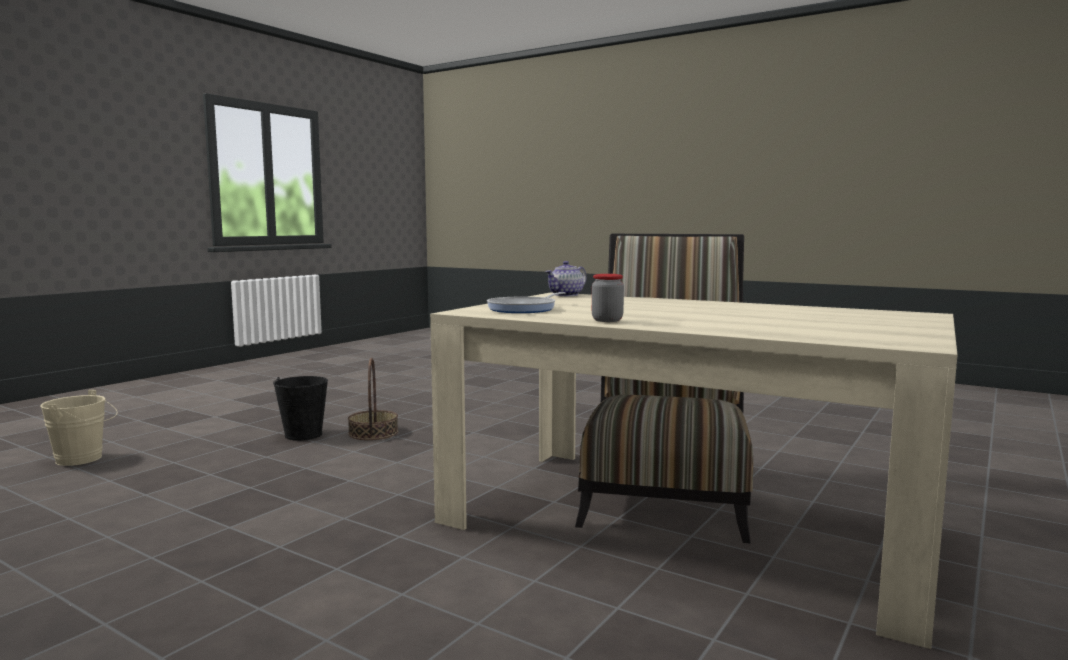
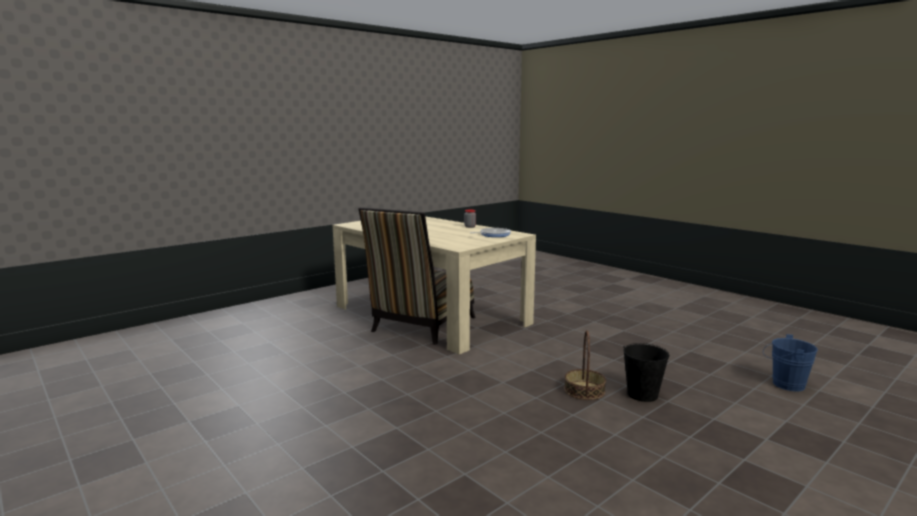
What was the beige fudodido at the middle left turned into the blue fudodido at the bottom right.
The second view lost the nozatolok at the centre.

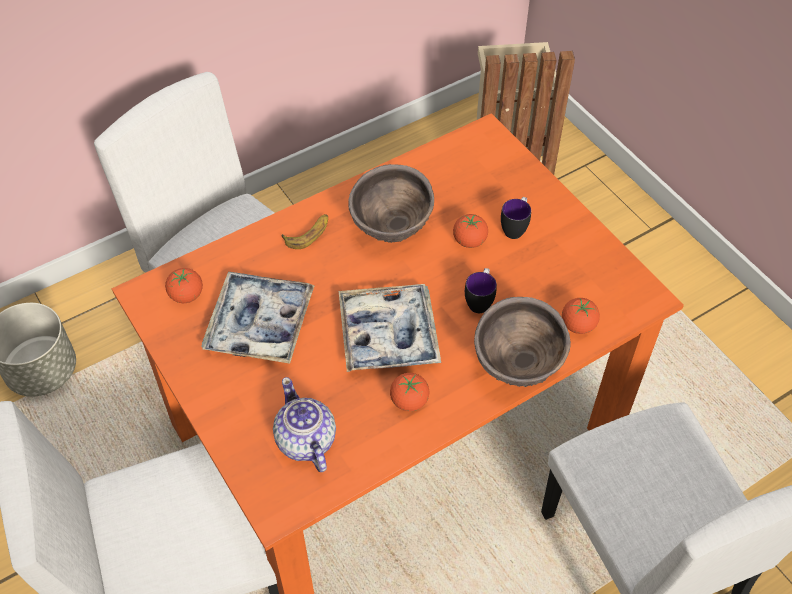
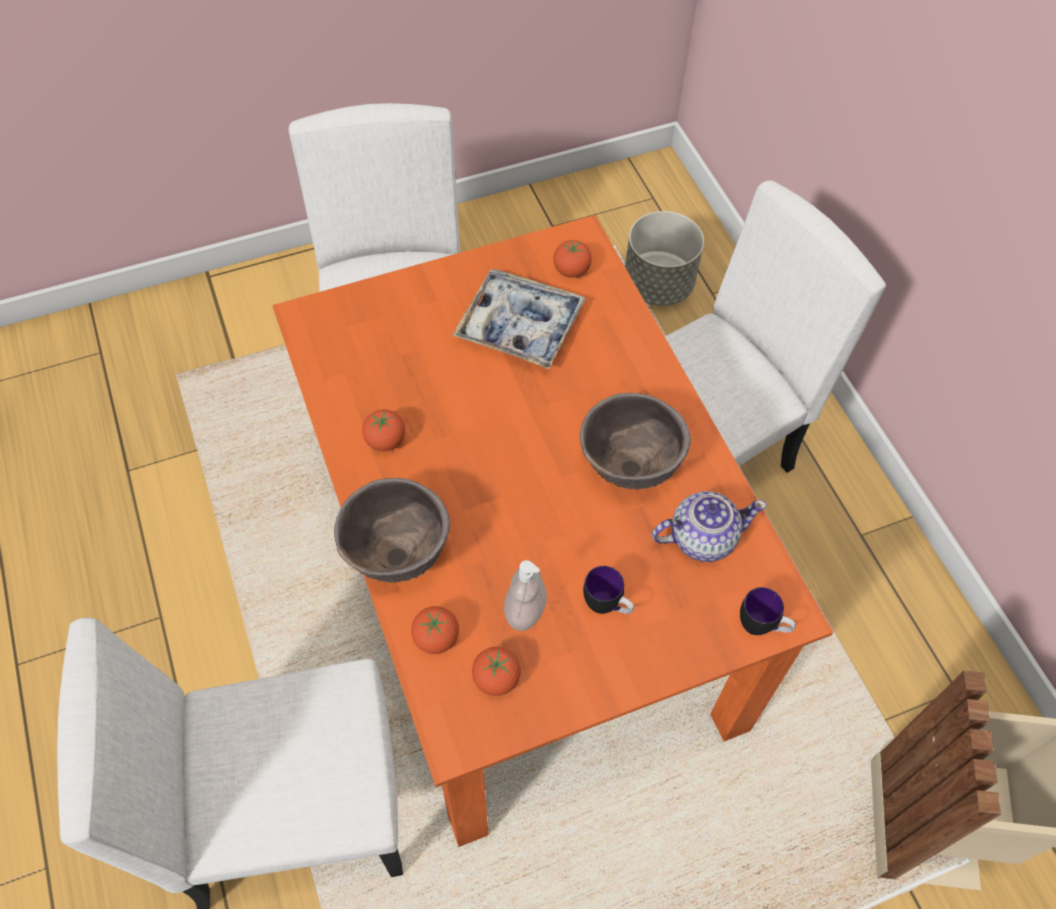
The nozatolok ended up elsewhere, having gone from the bottom centre to the middle right.
The second view lost the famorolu at the centre.
The second view lost the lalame (2nd from left) at the centre.
The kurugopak (3rd from left) ended up elsewhere, having gone from the centre to the bottom centre.
The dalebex (1st from left in the first image) ended up elsewhere, having gone from the centre to the bottom right.
The second view gained the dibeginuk at the centre.

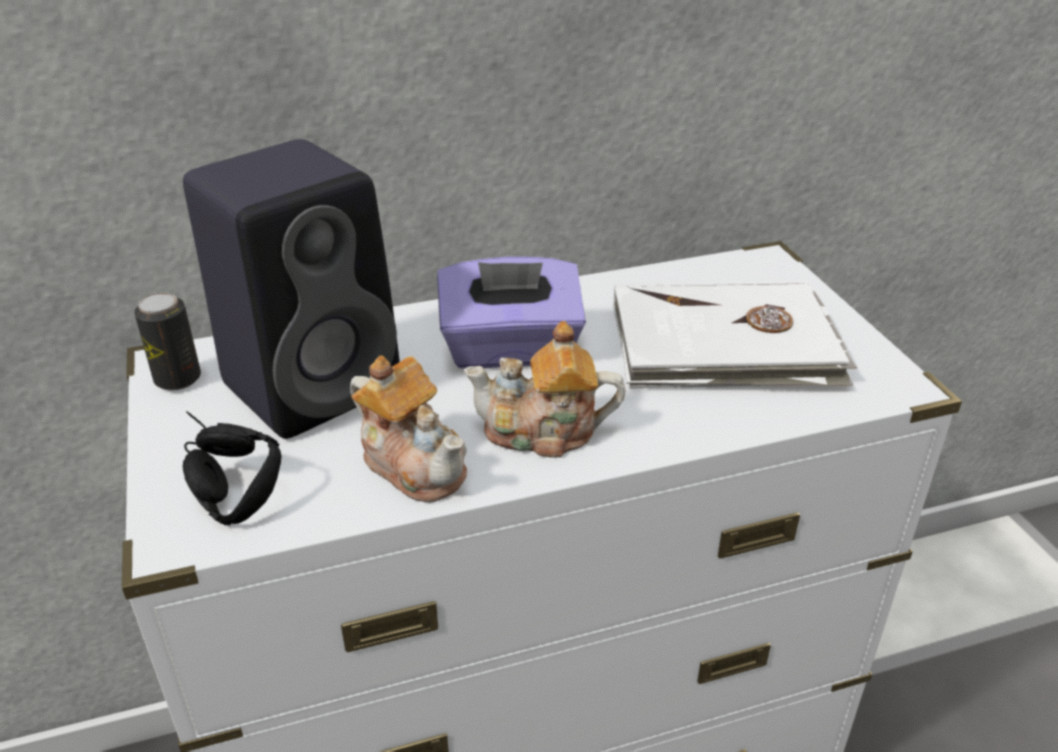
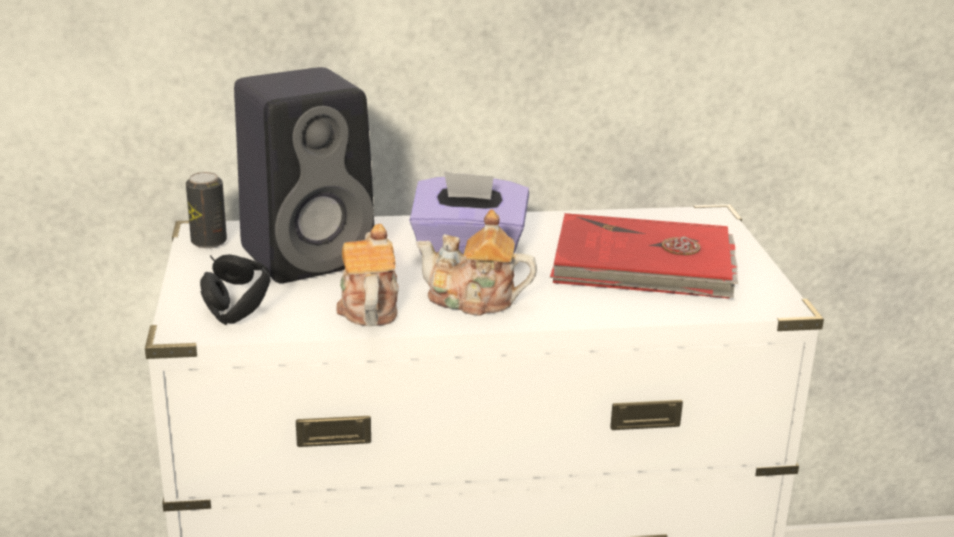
The nozatolok (1st from left) at the centre ended up facing another way, 150 degrees counterclockwise from before.
What was the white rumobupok at the middle right turned into the red rumobupok at the middle right.

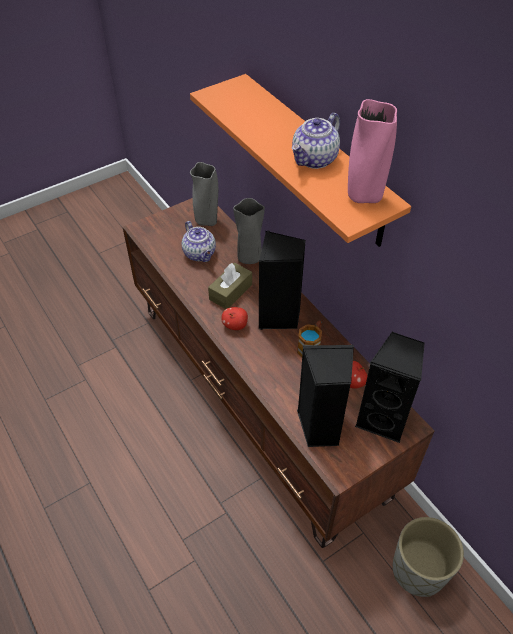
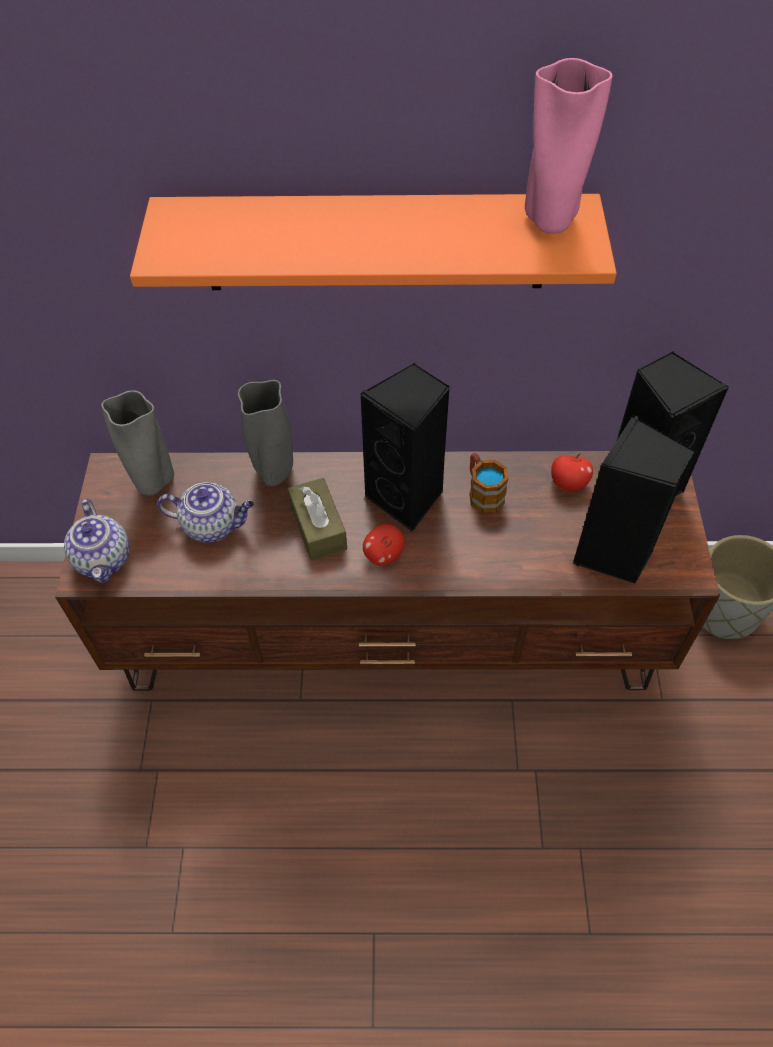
The nozatolok (2nd from left in the first image) ended up elsewhere, having gone from the top centre to the middle left.

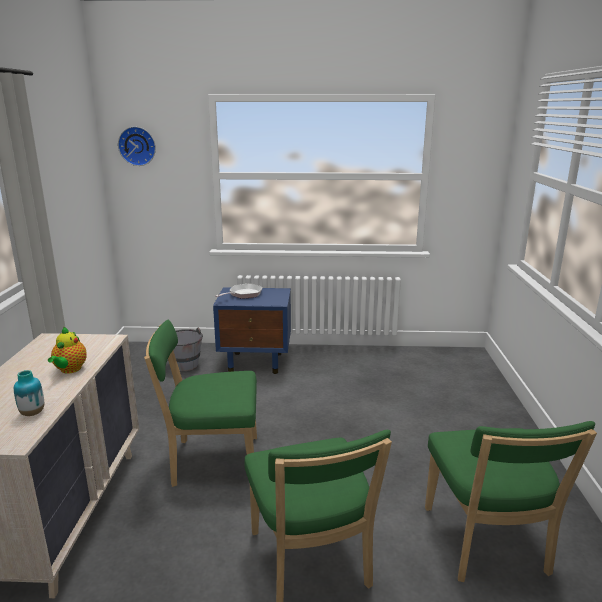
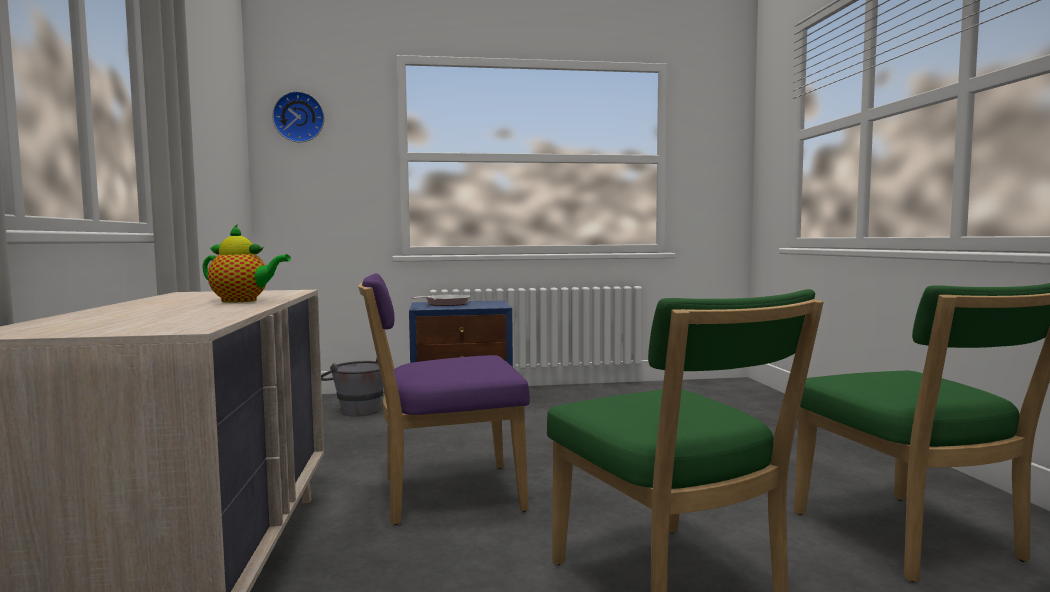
The second view lost the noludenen at the middle left.
The nozatolok at the middle left ended up facing another way, 75 degrees counterclockwise from before.
What was the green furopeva (1st from left) at the bottom left turned into the purple furopeva at the bottom centre.

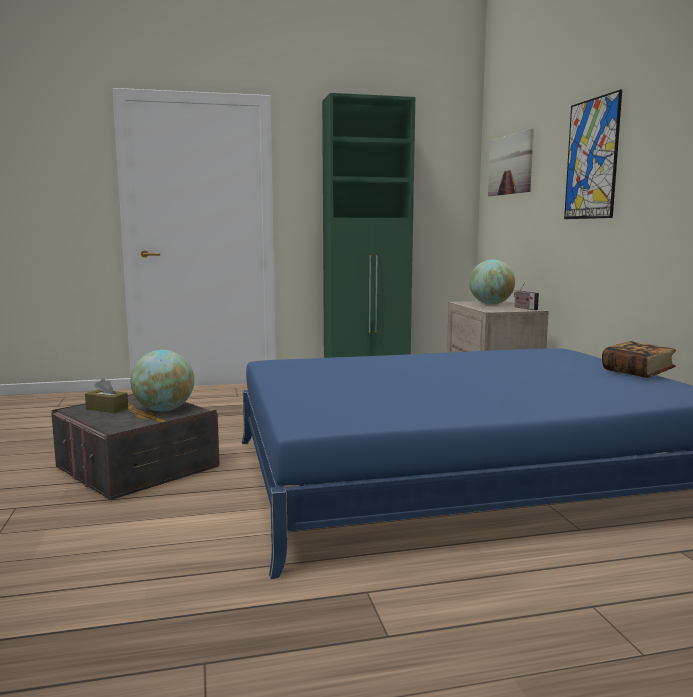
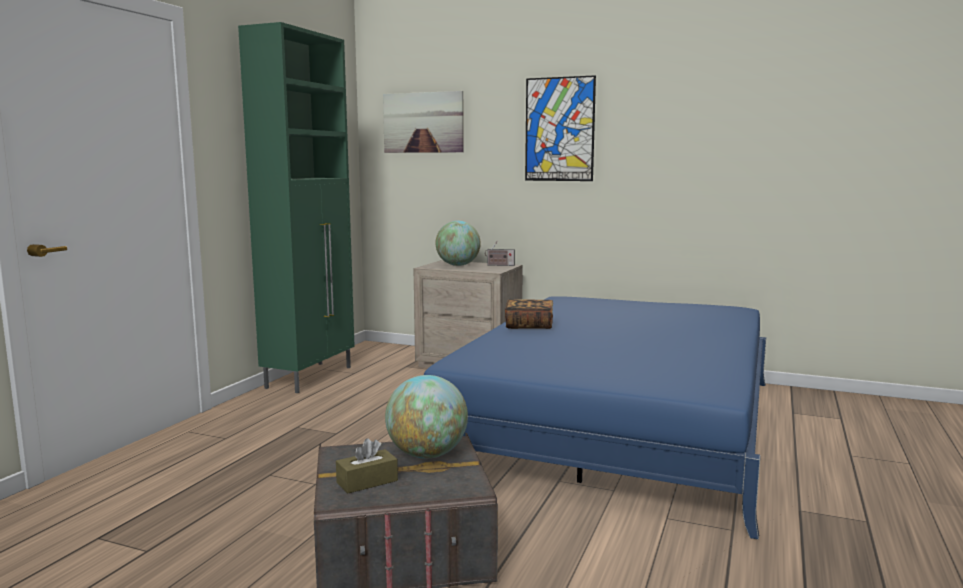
The rumobupok ended up elsewhere, having gone from the middle right to the centre.

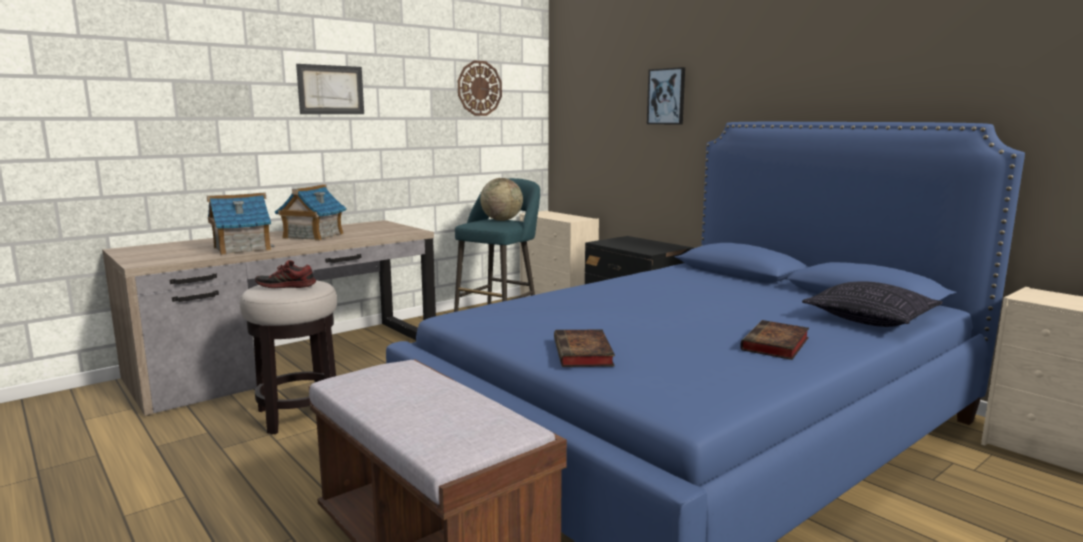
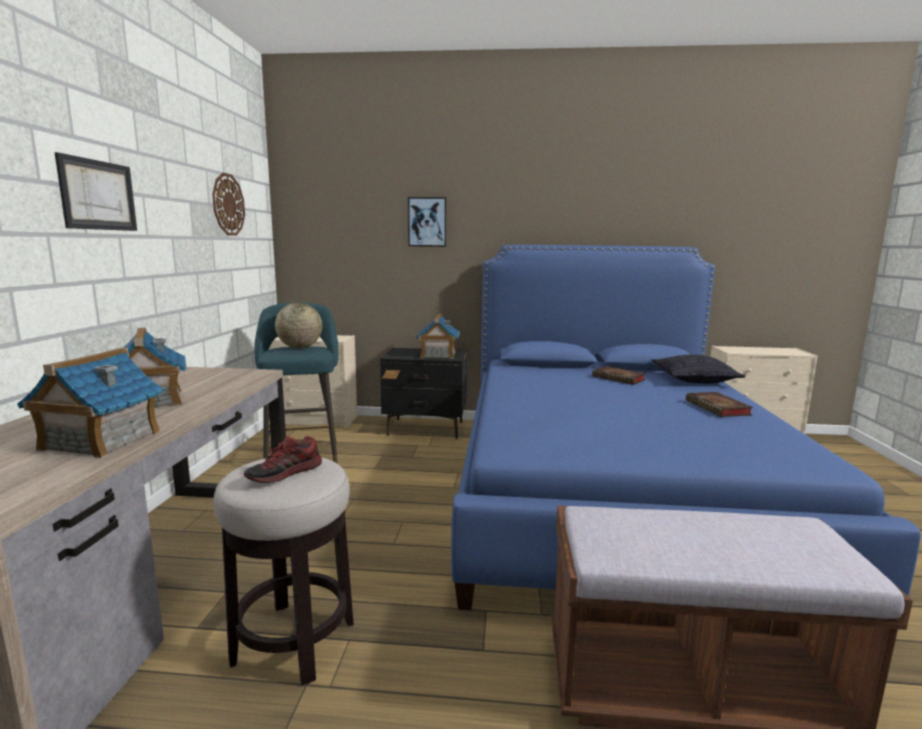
The rumobupok (1st from left) ended up elsewhere, having gone from the centre to the middle right.
The second view gained the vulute (3rd from left) at the centre.

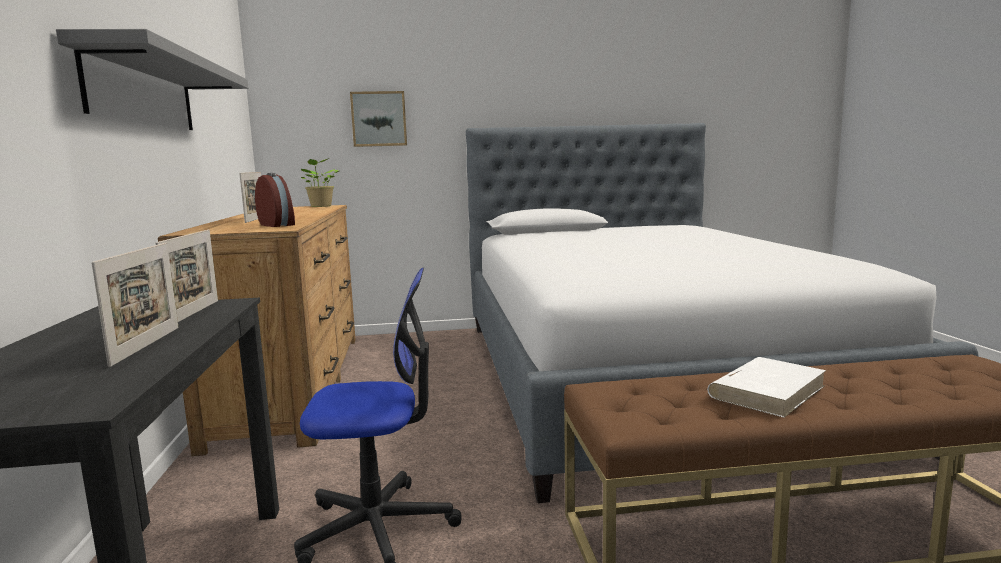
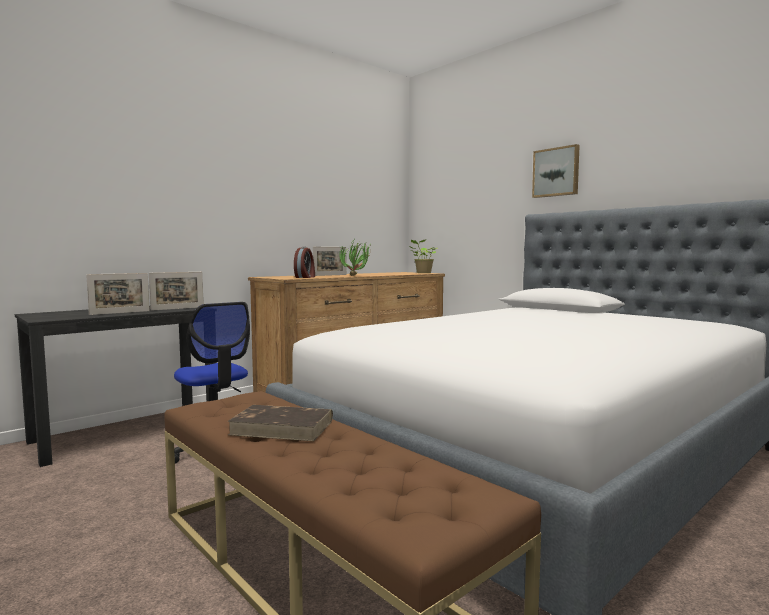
The second view lost the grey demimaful at the top left.
The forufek ended up elsewhere, having gone from the top centre to the top right.
What was the white rumobupok at the bottom right turned into the brown rumobupok at the bottom centre.
The second view gained the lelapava (1st from left) at the centre.

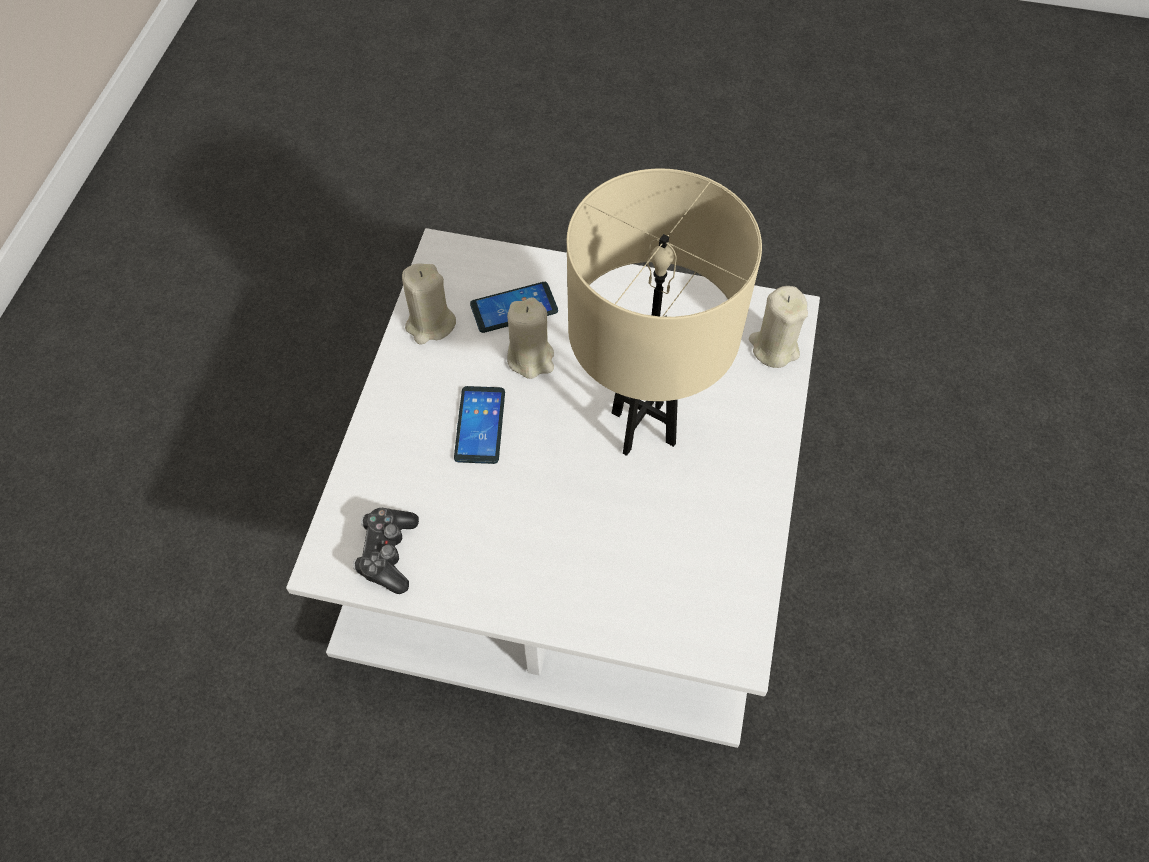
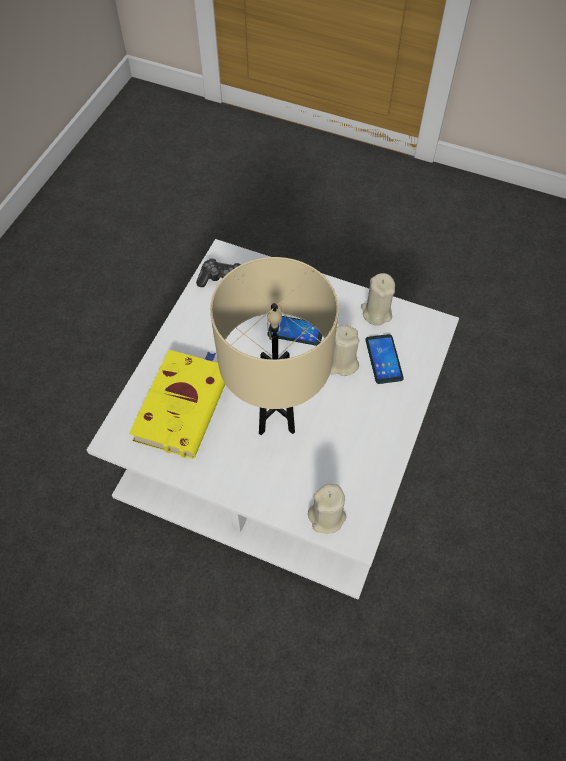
The second view gained the yellow rumobupok at the middle left.

